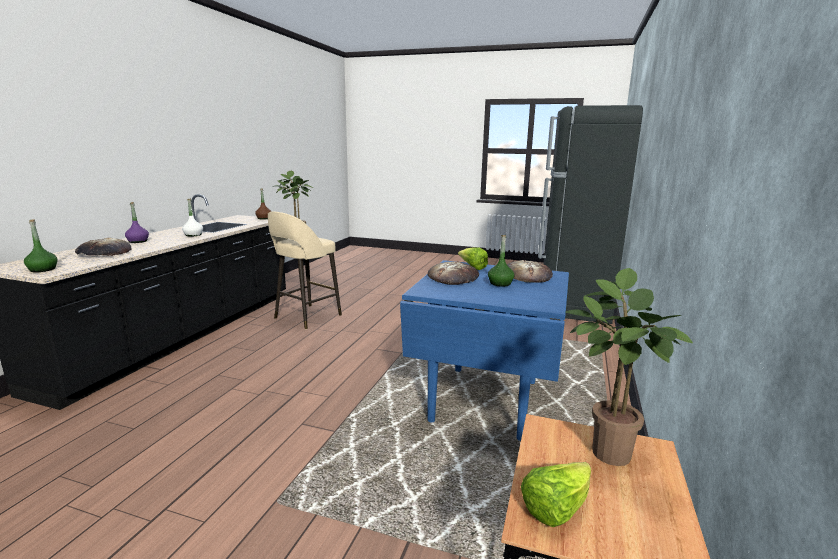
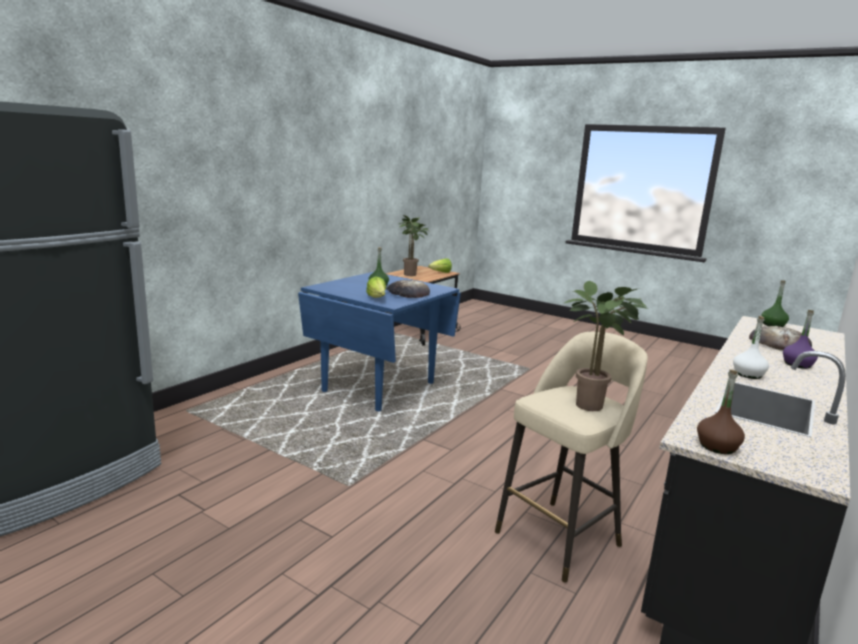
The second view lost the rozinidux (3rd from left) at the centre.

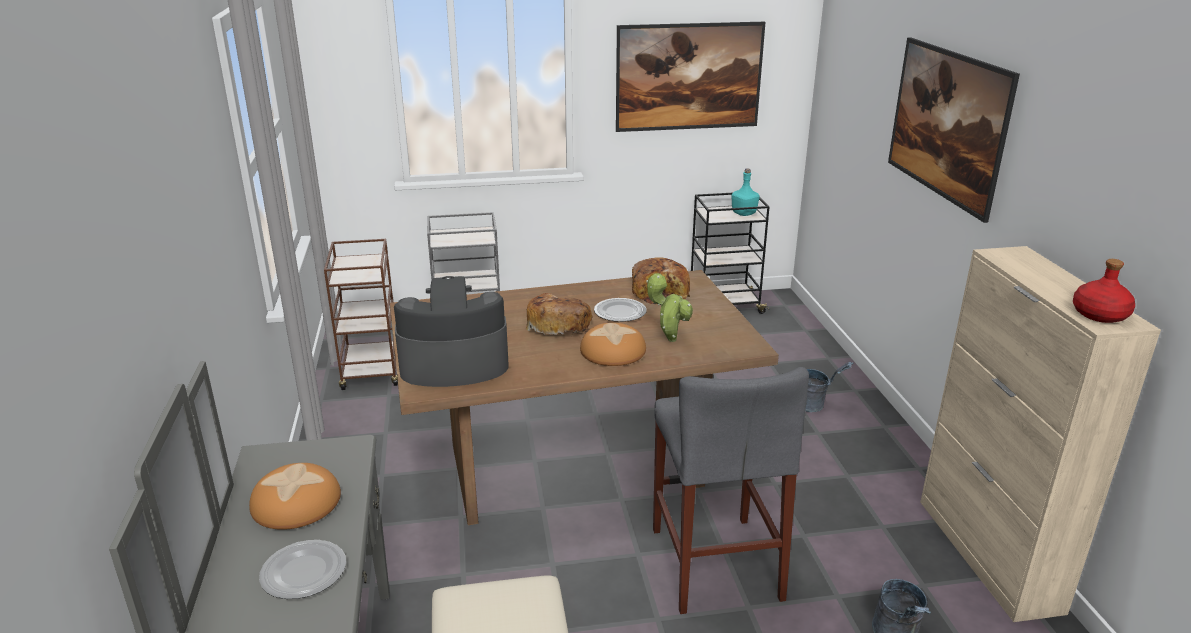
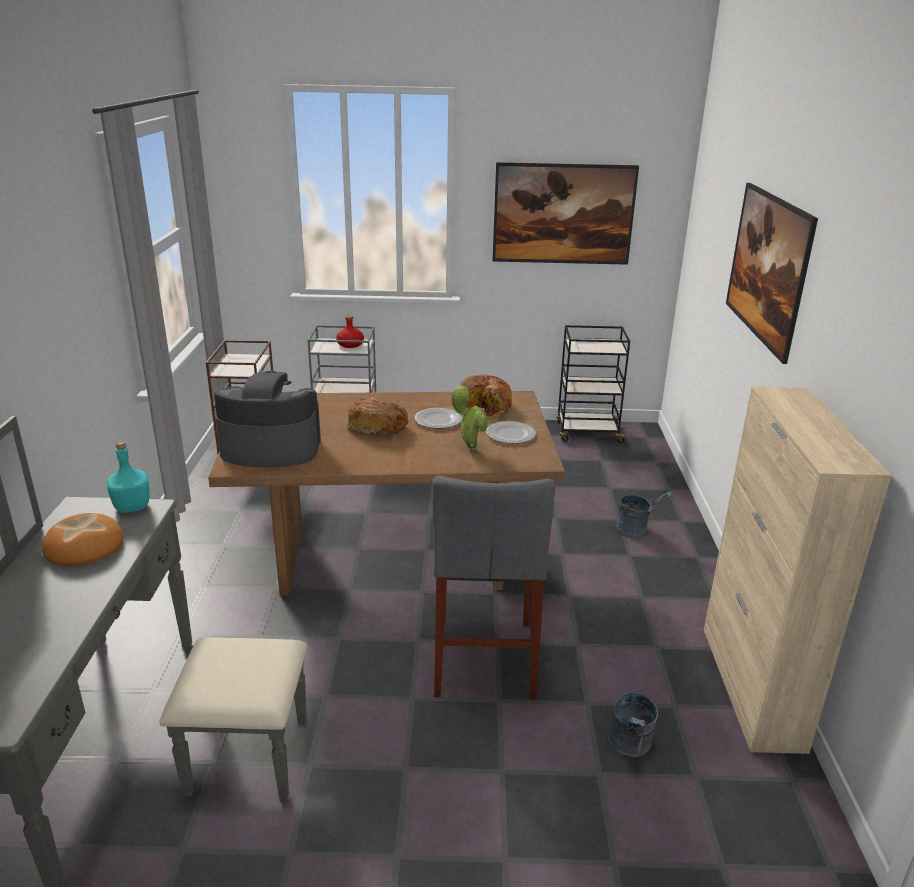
The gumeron (1st from left in the first image) ended up elsewhere, having gone from the bottom left to the centre.
The second view lost the rozinidux (3rd from left) at the centre.
The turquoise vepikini ended up elsewhere, having gone from the top centre to the middle left.
The red vepikini ended up elsewhere, having gone from the middle right to the centre.

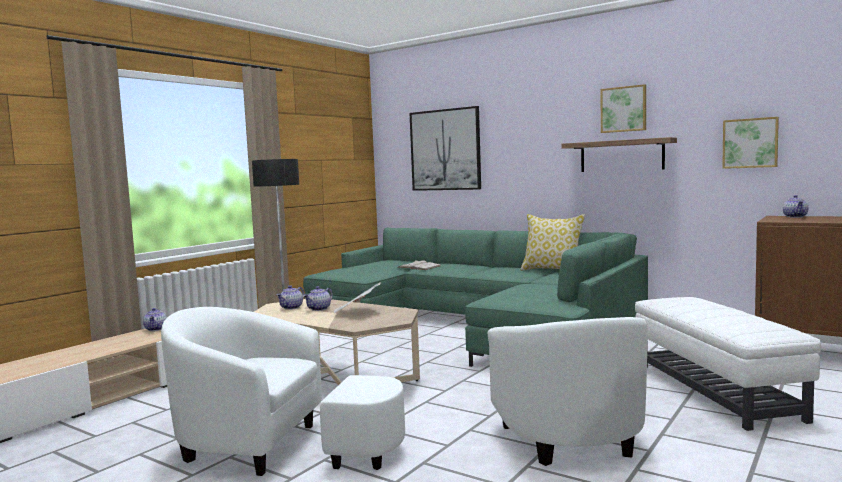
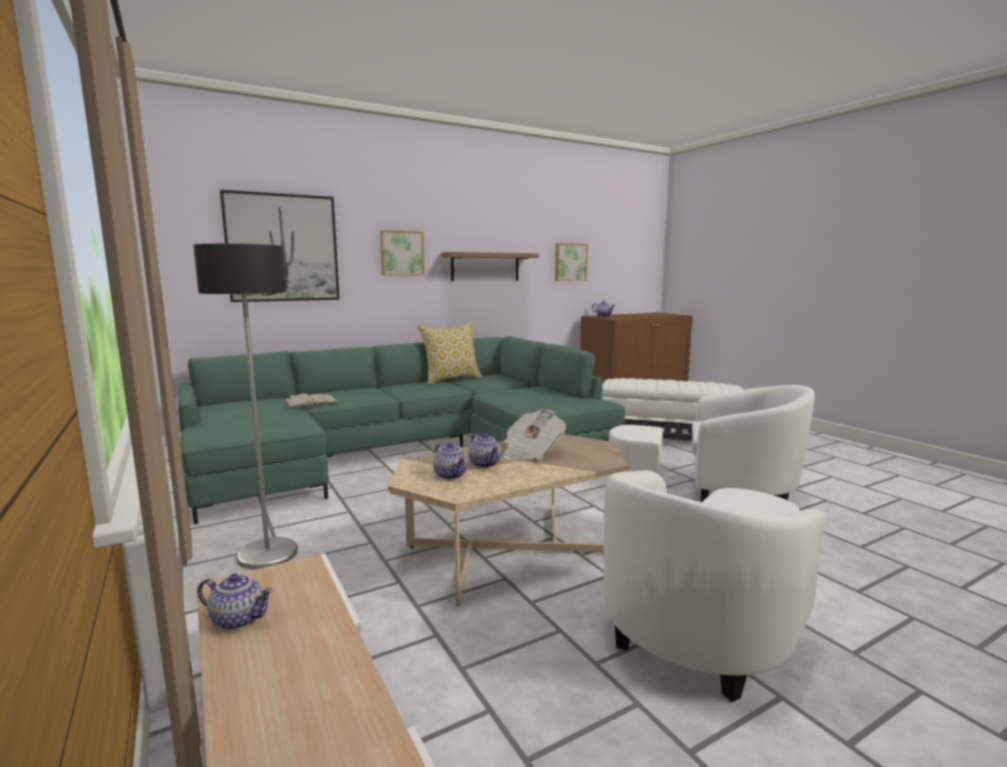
The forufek (2nd from left) ended up elsewhere, having gone from the top right to the top centre.

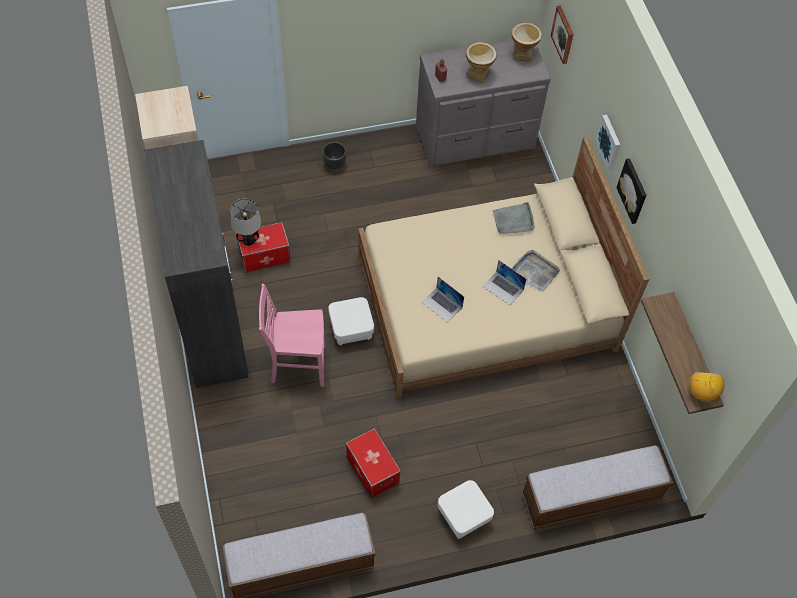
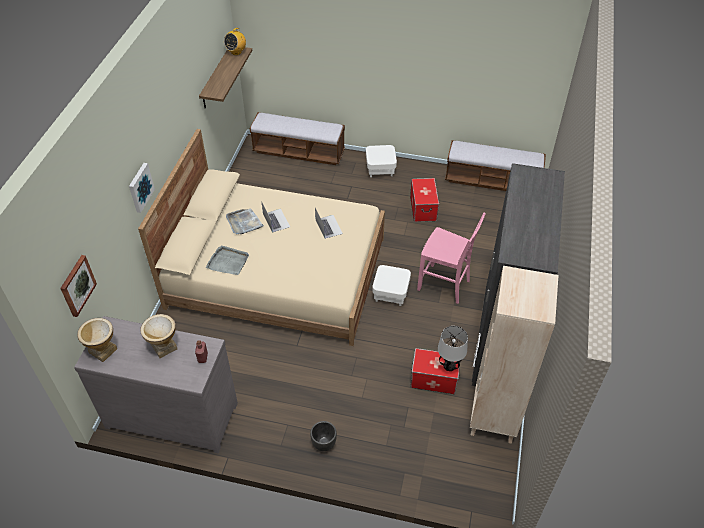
The second view lost the forufek (3rd from left) at the top right.

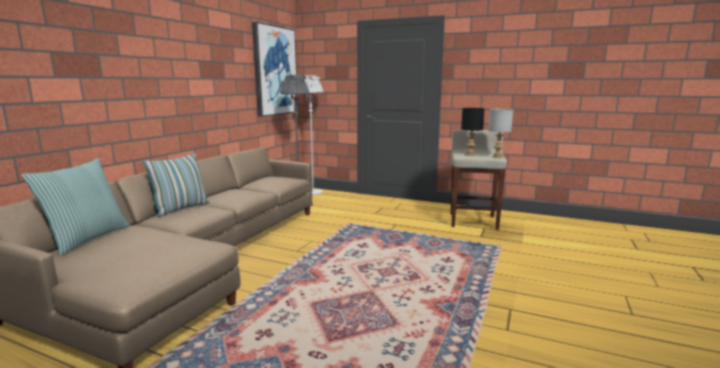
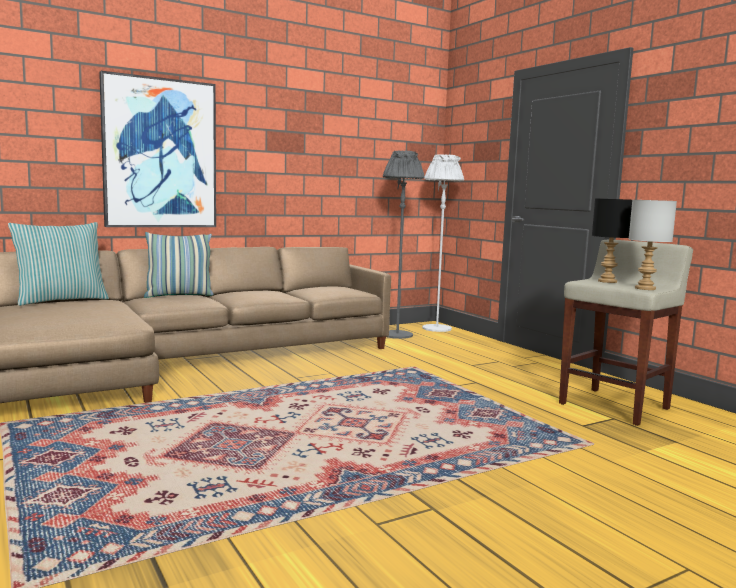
The forufek ended up elsewhere, having gone from the top centre to the top left.

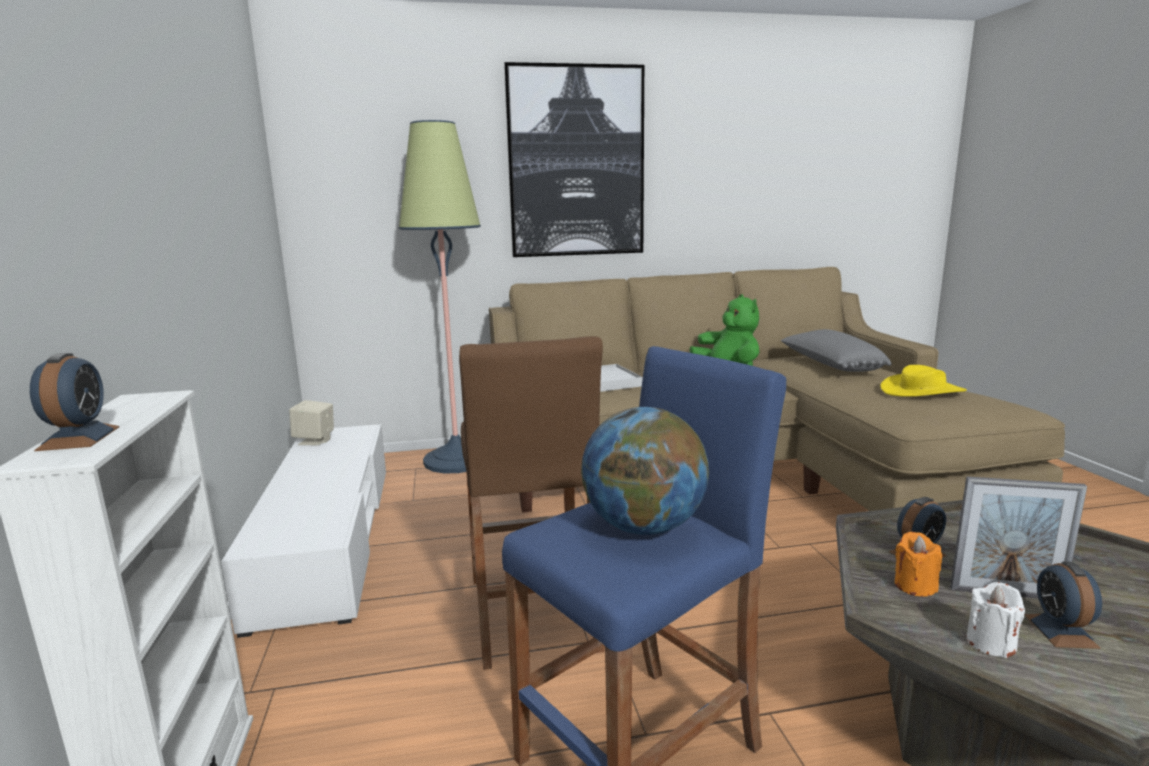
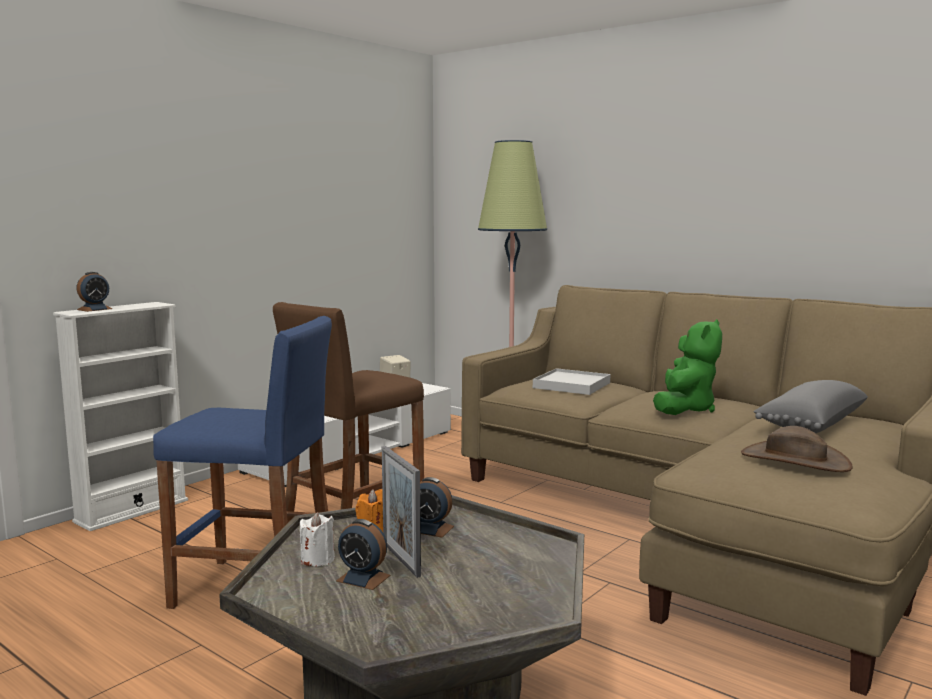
The second view lost the forufek at the top centre.
The second view lost the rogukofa at the centre.
What was the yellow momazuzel at the middle right turned into the brown momazuzel at the middle right.
The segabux (3rd from left in the first image) at the bottom right ended up facing another way, 120 degrees counterclockwise from before.

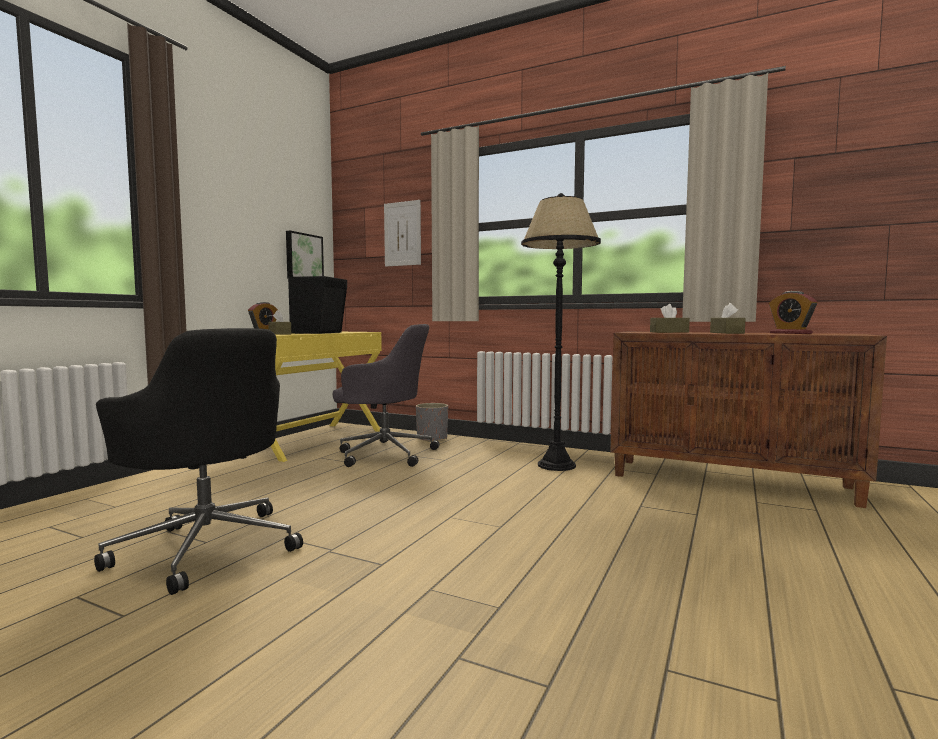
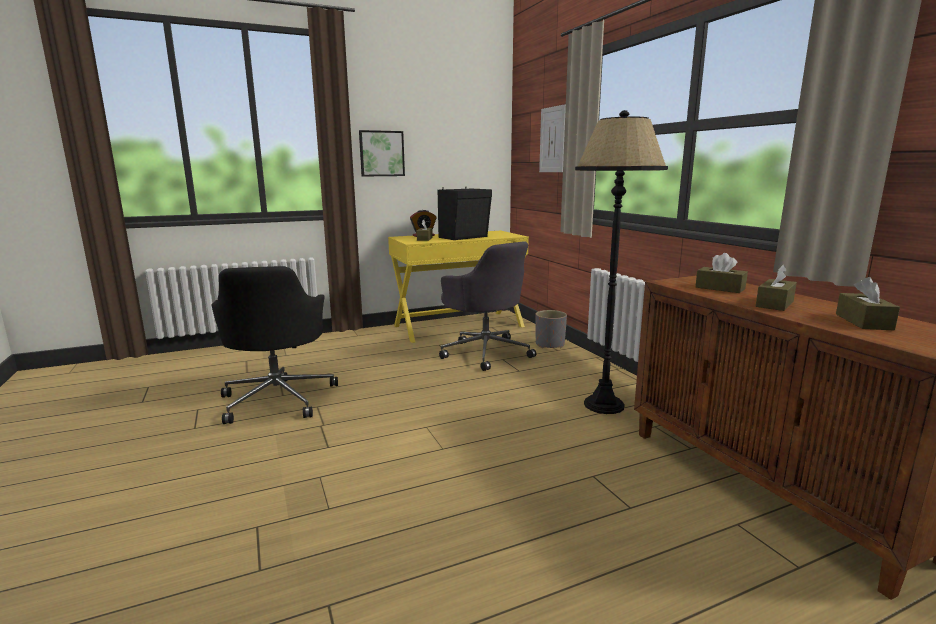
The forufek (1st from left) ended up elsewhere, having gone from the middle left to the top centre.
Where the segabux (2nd from left) stood at the middle right, the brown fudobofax (4th from left) came to stand at the middle right.

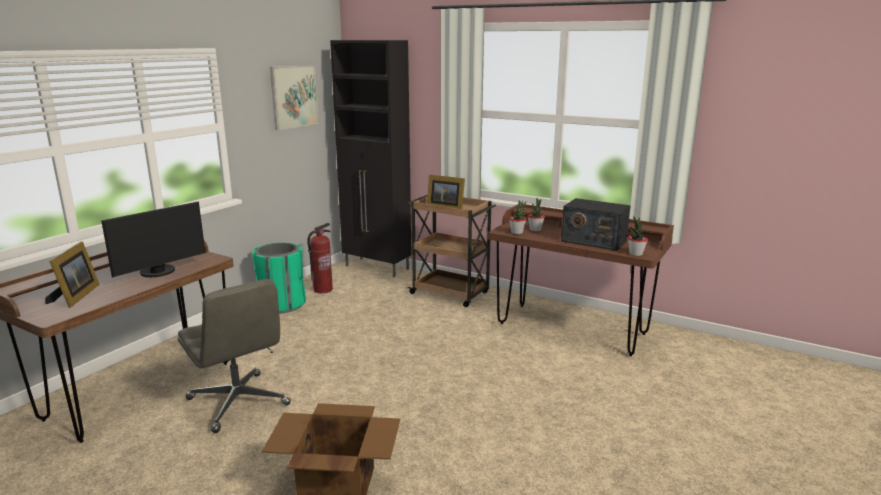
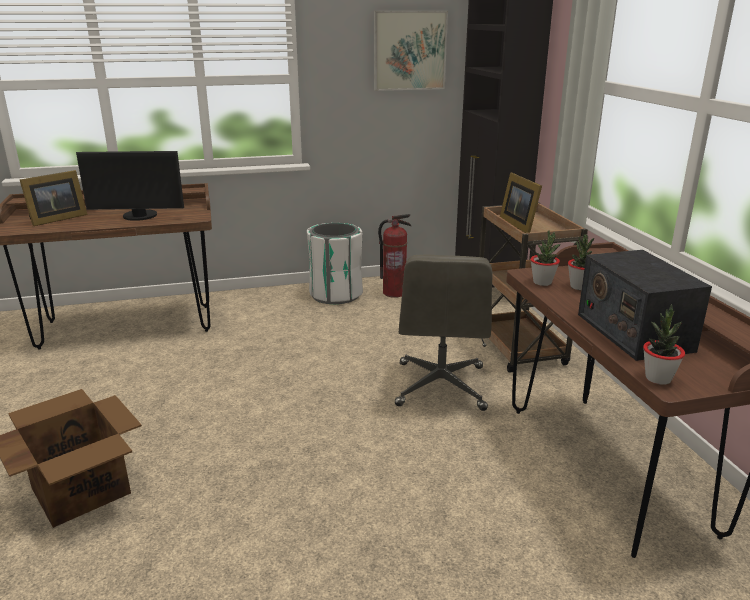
The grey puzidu ended up elsewhere, having gone from the bottom left to the centre.
What was the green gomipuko at the middle left turned into the white gomipuko at the centre.

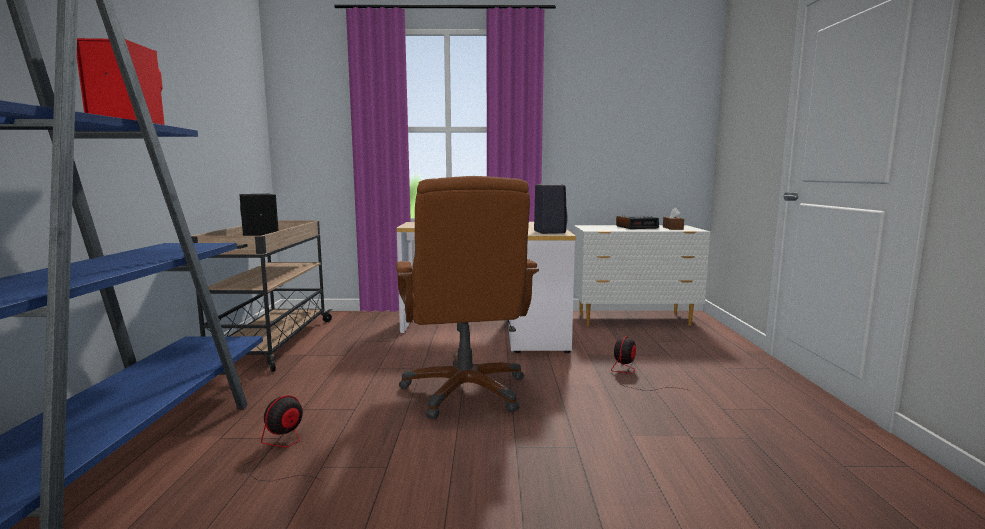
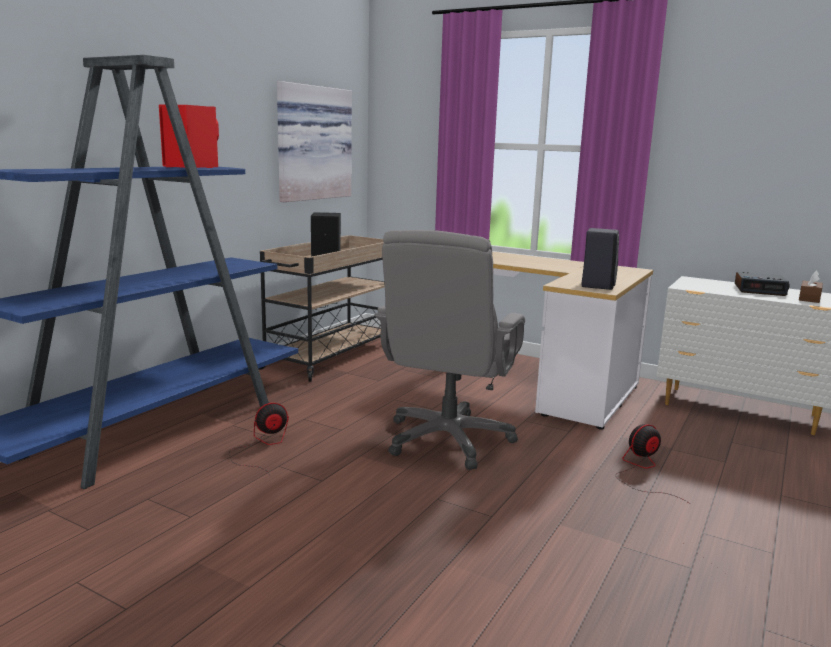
What was the brown puzidu at the centre turned into the grey puzidu at the centre.
The second view gained the forufek at the top centre.

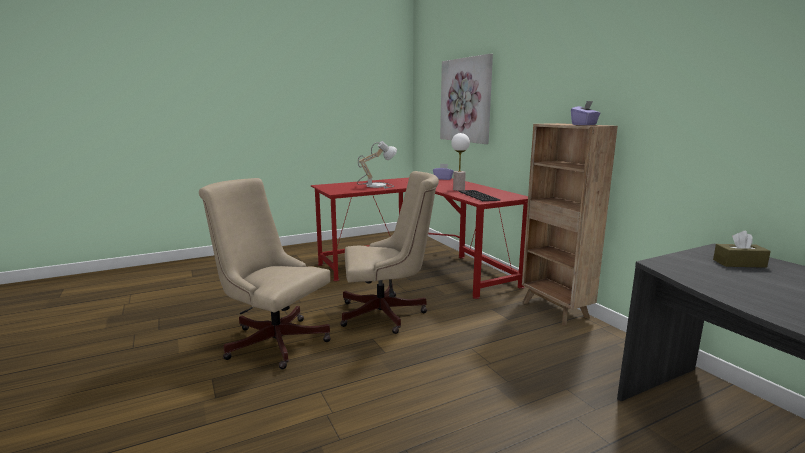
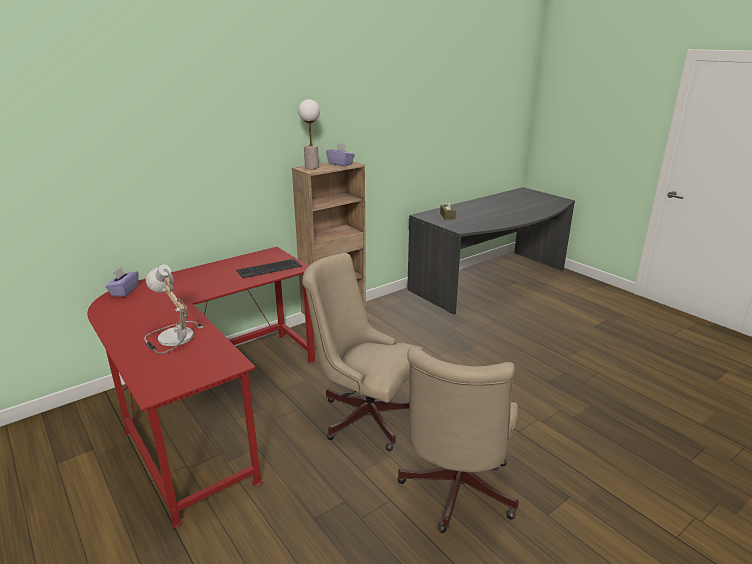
The beige puzidu (2nd from left in the first image) at the centre ended up facing another way, 45 degrees counterclockwise from before.
The second view lost the forufek at the top centre.
The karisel (2nd from left) ended up elsewhere, having gone from the centre to the top centre.

